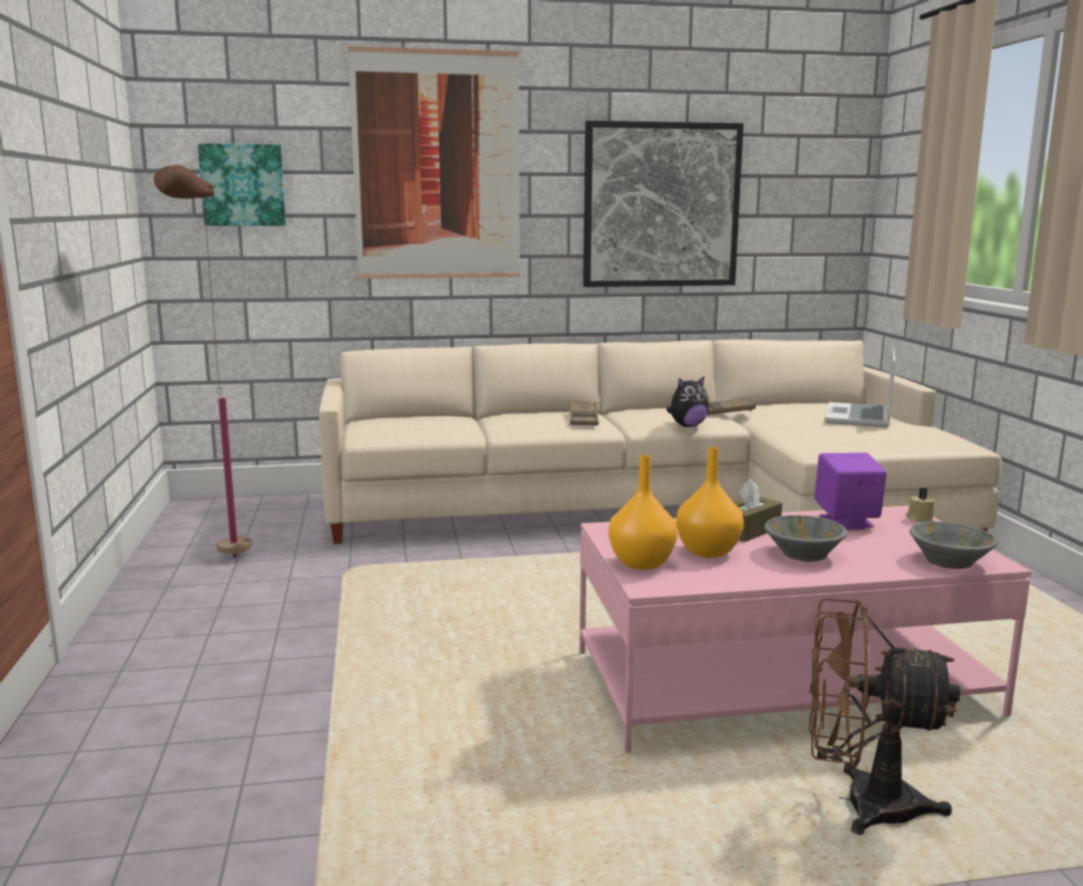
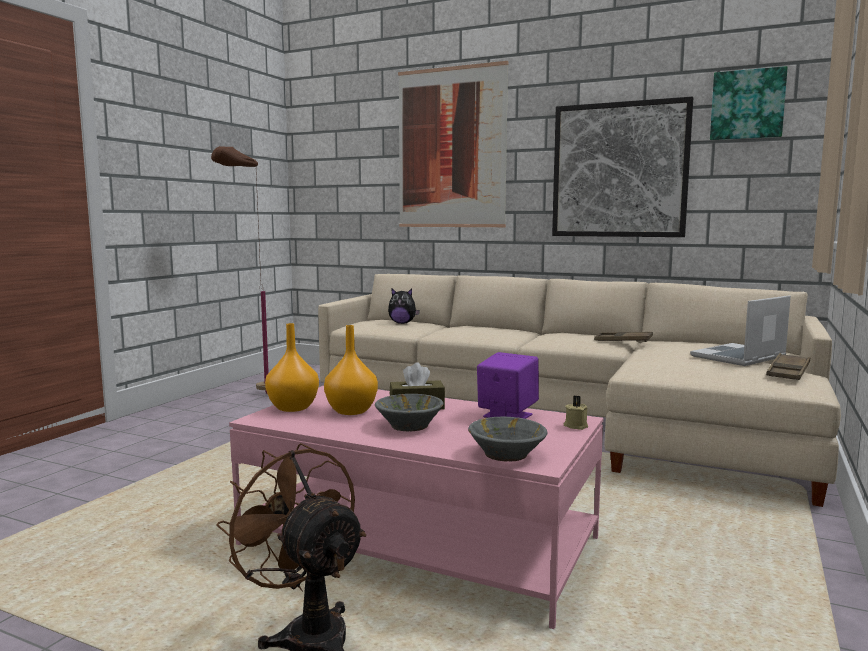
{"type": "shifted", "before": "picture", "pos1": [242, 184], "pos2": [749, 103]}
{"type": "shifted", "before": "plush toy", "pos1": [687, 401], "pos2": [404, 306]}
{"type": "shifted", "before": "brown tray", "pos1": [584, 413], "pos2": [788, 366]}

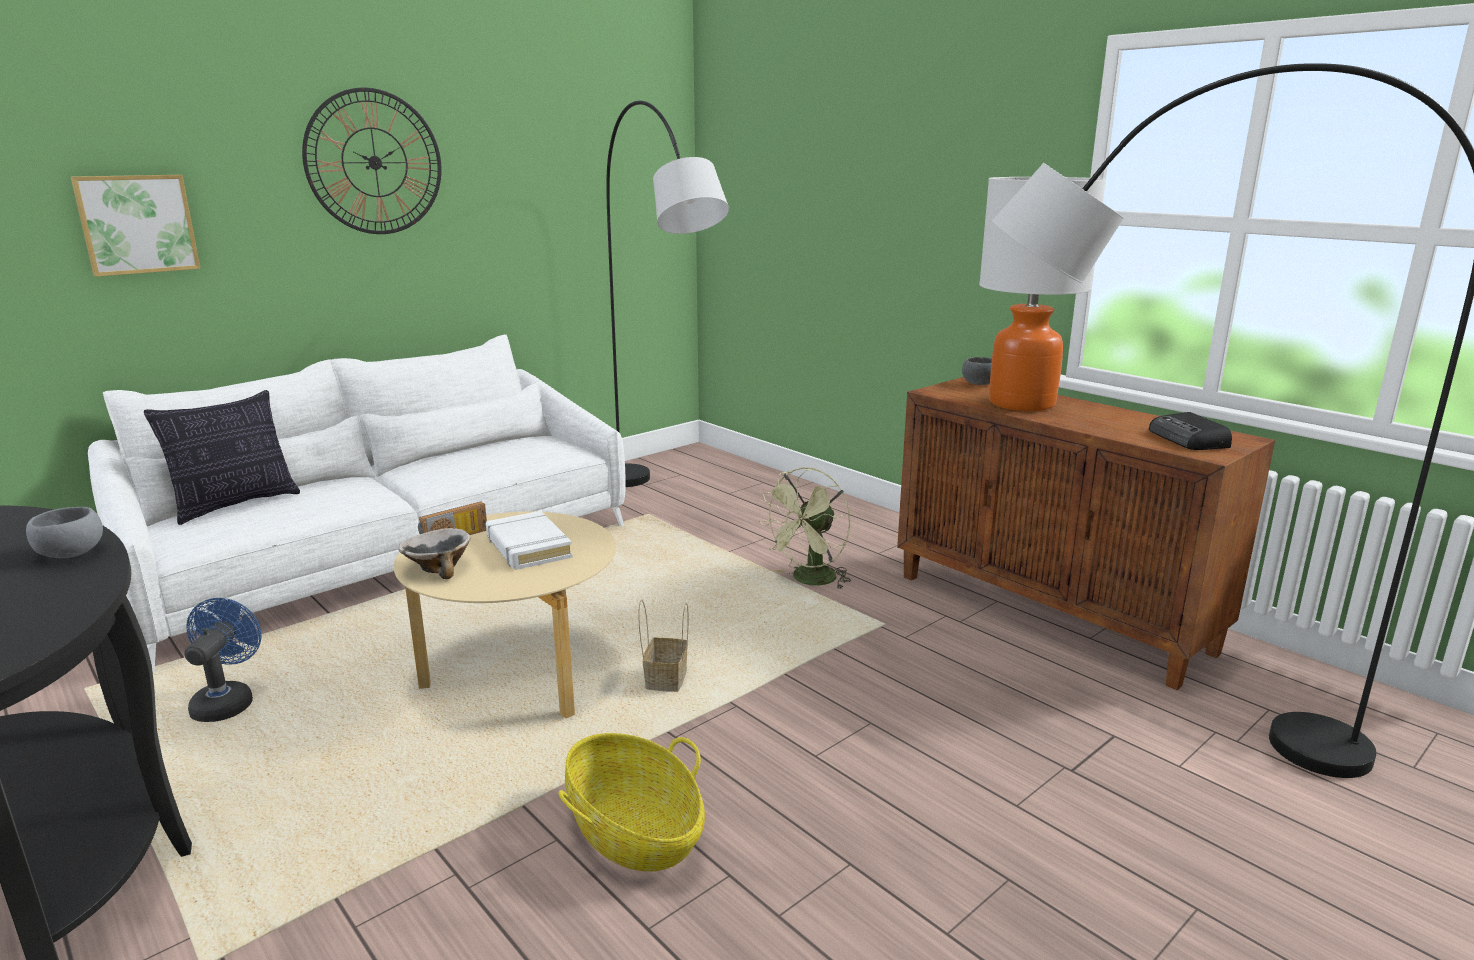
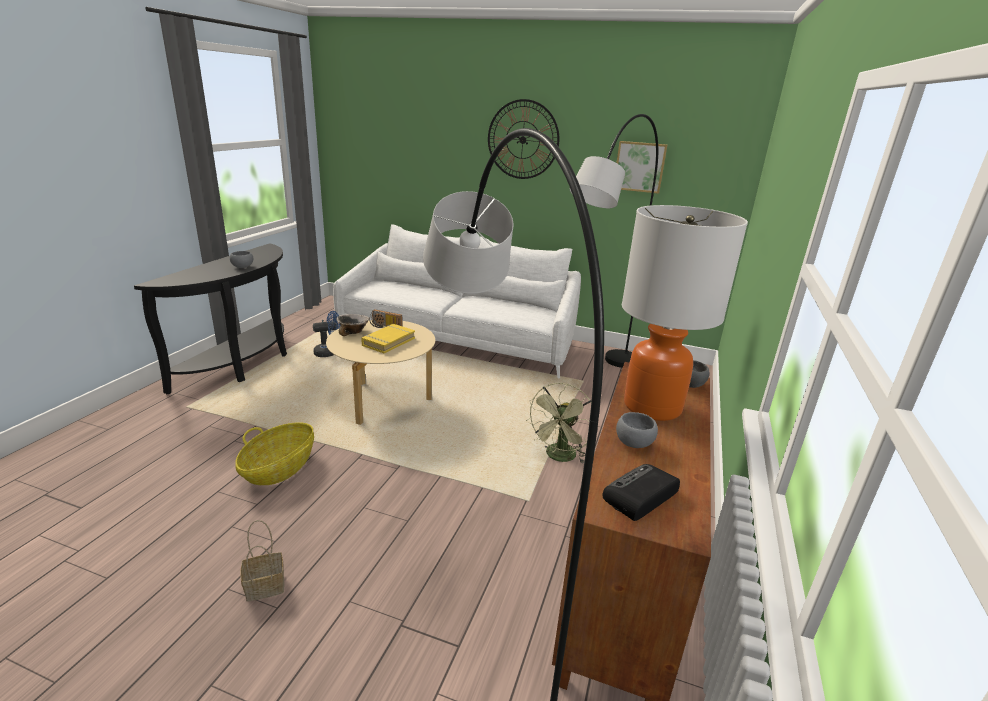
{"type": "shifted", "before": "picture", "pos1": [136, 226], "pos2": [642, 167]}
{"type": "gone", "before": "pillow", "pos1": [222, 457]}
{"type": "rotated", "before": "green fan", "pos1": [805, 528], "pos2": [558, 423], "turn": -75}
{"type": "repainted", "before": "white book", "after": "yellow book", "pos1": [529, 540], "pos2": [388, 339]}
{"type": "shifted", "before": "basket", "pos1": [664, 646], "pos2": [262, 561]}
{"type": "new", "after": "grey bowl", "pos2": [637, 430]}

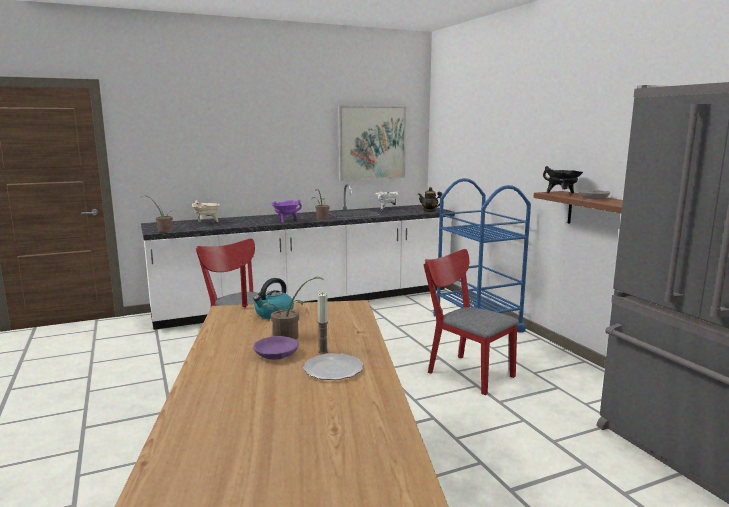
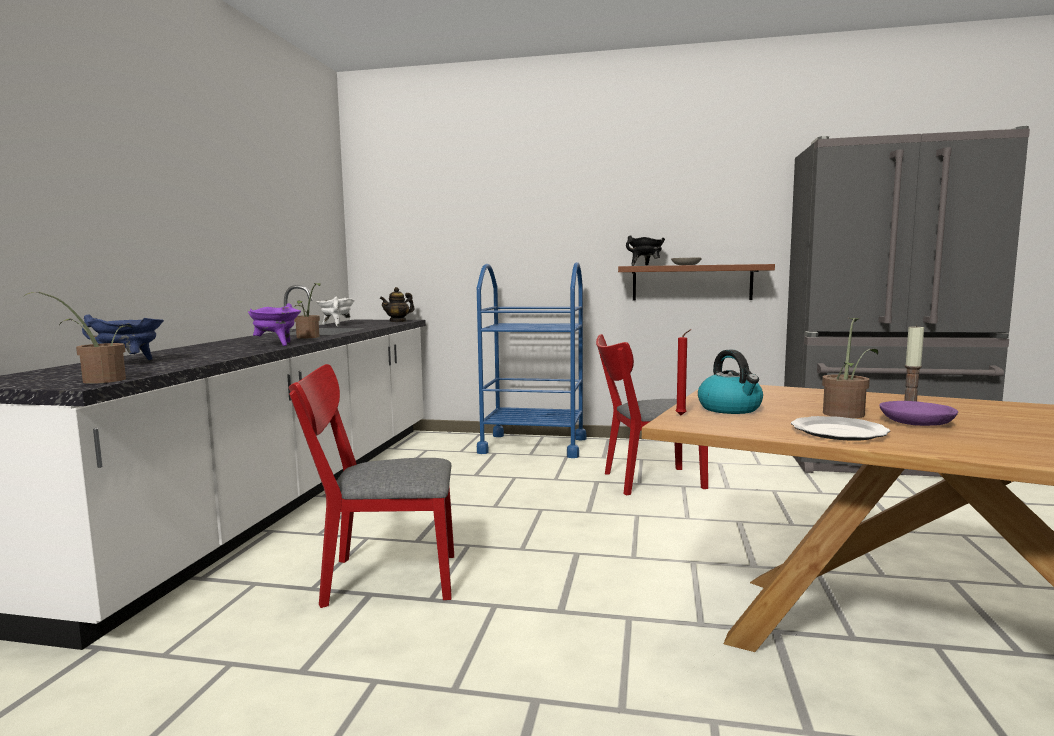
{"type": "gone", "before": "picture", "pos1": [372, 143]}
{"type": "repainted", "before": "beige cooking pot", "after": "blue cooking pot", "pos1": [206, 211], "pos2": [123, 337]}
{"type": "shifted", "before": "plate", "pos1": [333, 366], "pos2": [840, 428]}

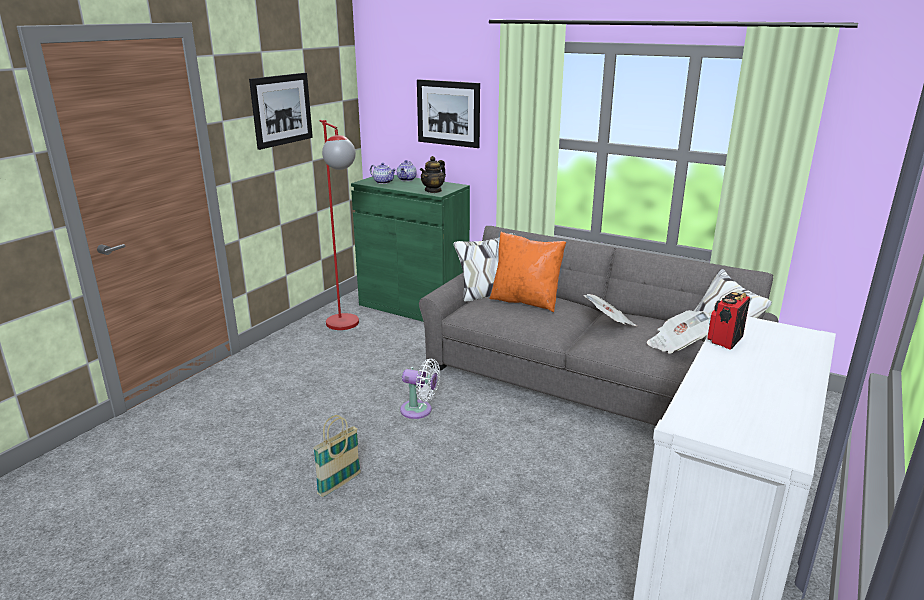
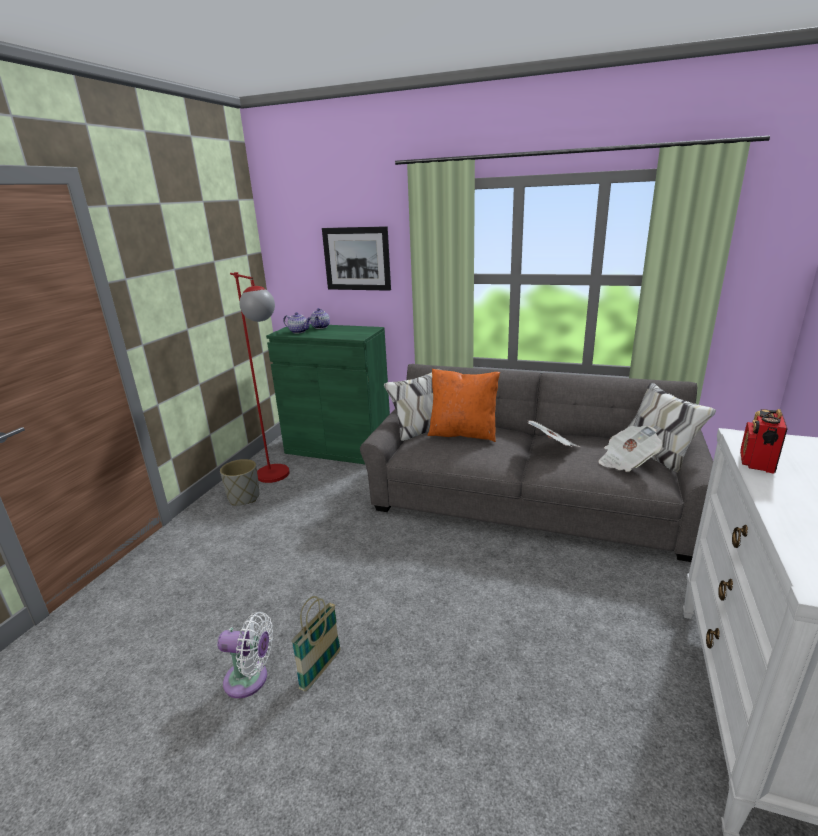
{"type": "gone", "before": "picture", "pos1": [281, 111]}
{"type": "gone", "before": "teapot", "pos1": [433, 174]}
{"type": "shifted", "before": "white fan", "pos1": [420, 389], "pos2": [245, 655]}
{"type": "new", "after": "grey planter", "pos2": [240, 482]}

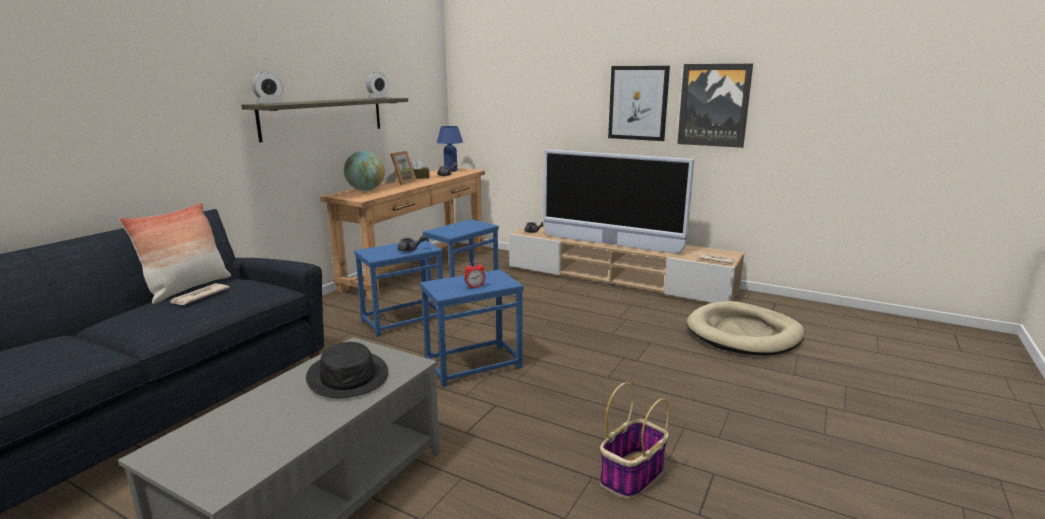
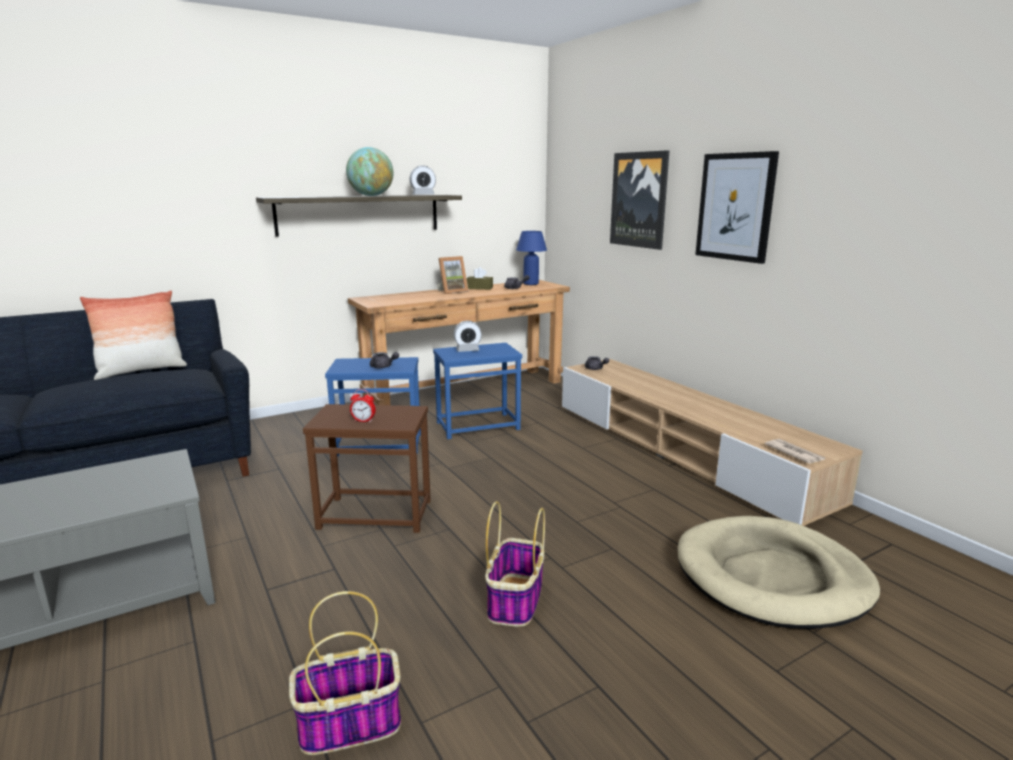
{"type": "shifted", "before": "picture", "pos1": [715, 106], "pos2": [639, 200]}
{"type": "shifted", "before": "alarm clock", "pos1": [267, 87], "pos2": [468, 336]}
{"type": "gone", "before": "television", "pos1": [618, 201]}
{"type": "shifted", "before": "globe", "pos1": [364, 171], "pos2": [370, 171]}
{"type": "repainted", "before": "blue side table", "after": "brown side table", "pos1": [472, 328], "pos2": [367, 468]}
{"type": "gone", "before": "newspaper", "pos1": [200, 294]}
{"type": "gone", "before": "black hat", "pos1": [347, 370]}
{"type": "new", "after": "basket", "pos2": [515, 563]}

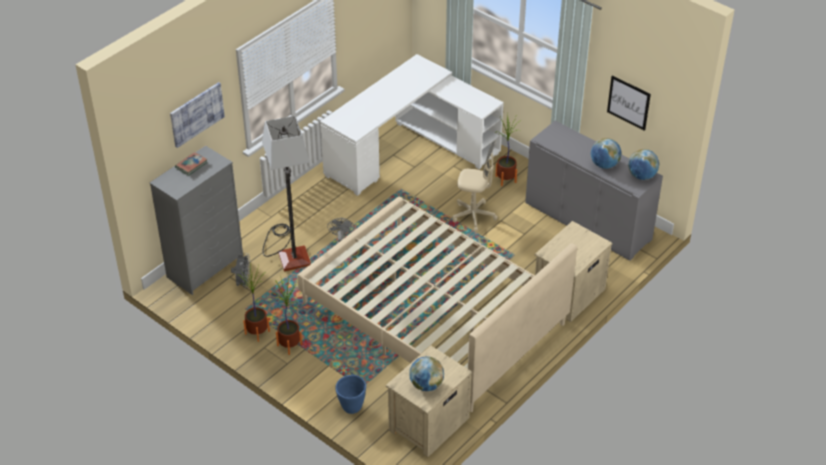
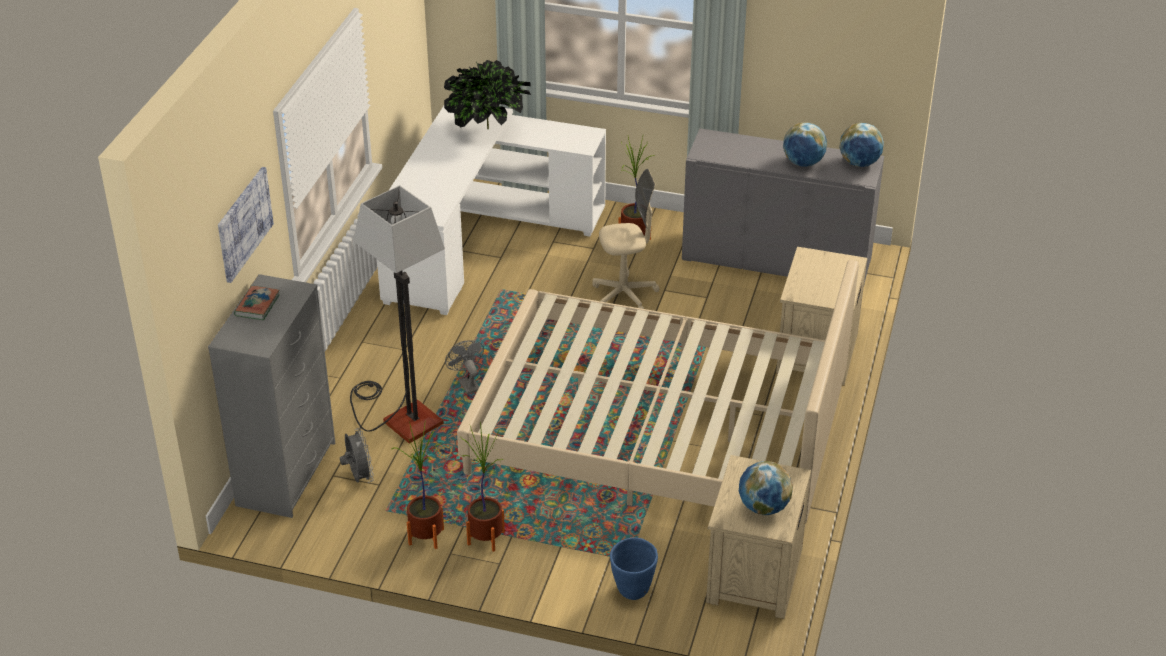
{"type": "gone", "before": "picture", "pos1": [629, 103]}
{"type": "new", "after": "potted plant", "pos2": [487, 94]}

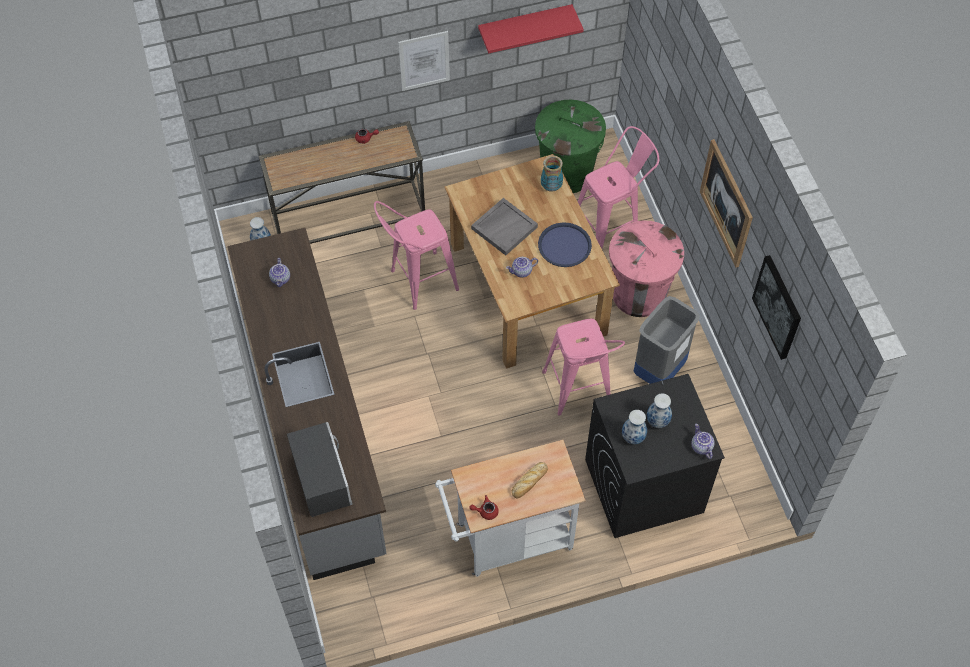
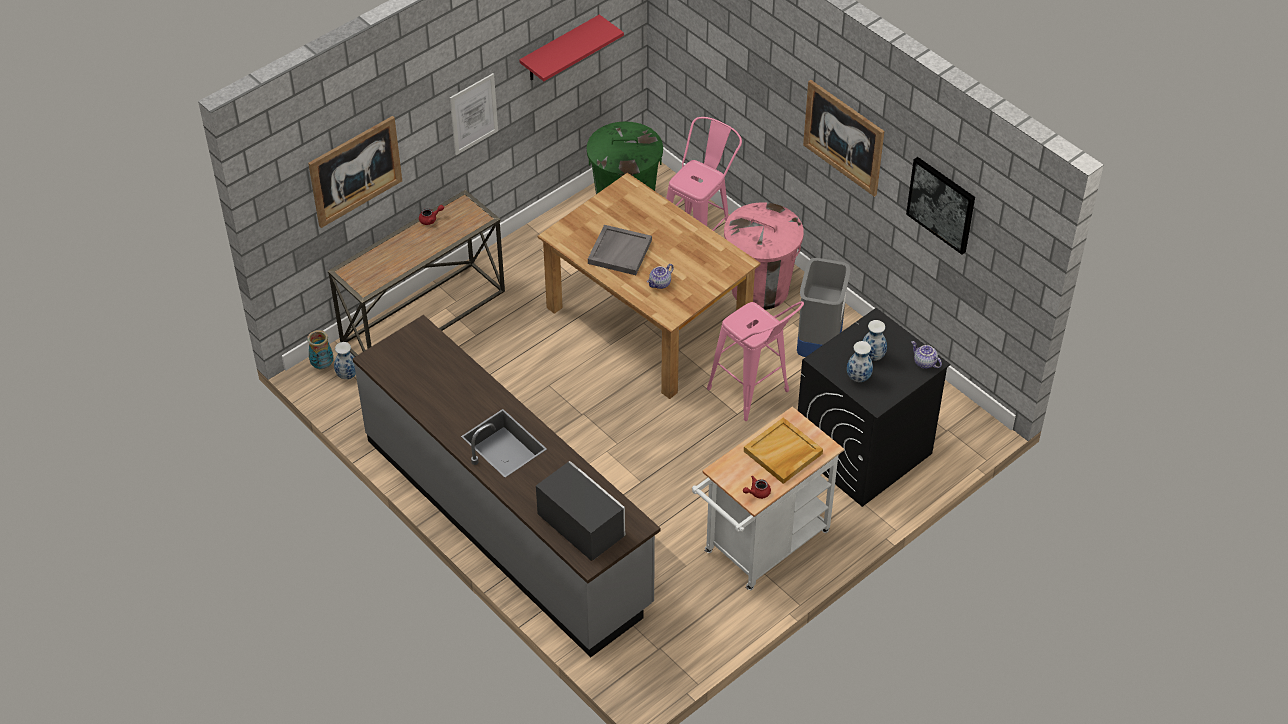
{"type": "shifted", "before": "vase", "pos1": [552, 173], "pos2": [320, 350]}
{"type": "gone", "before": "pink stool", "pos1": [416, 255]}
{"type": "gone", "before": "blue tray", "pos1": [565, 244]}
{"type": "gone", "before": "teapot", "pos1": [279, 272]}
{"type": "swapped", "before": "bread", "after": "beige tray", "pos1": [530, 480], "pos2": [783, 450]}
{"type": "new", "after": "picture", "pos2": [355, 172]}

